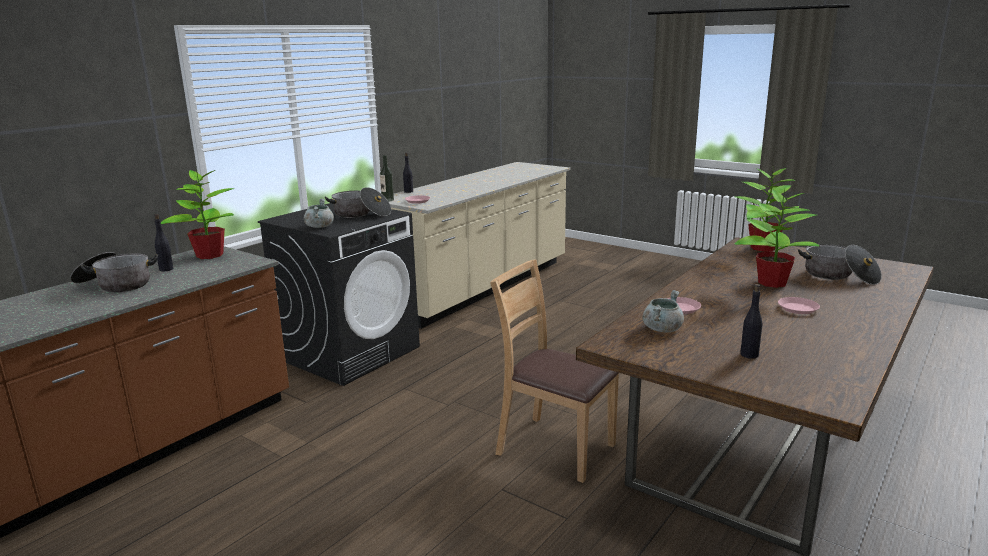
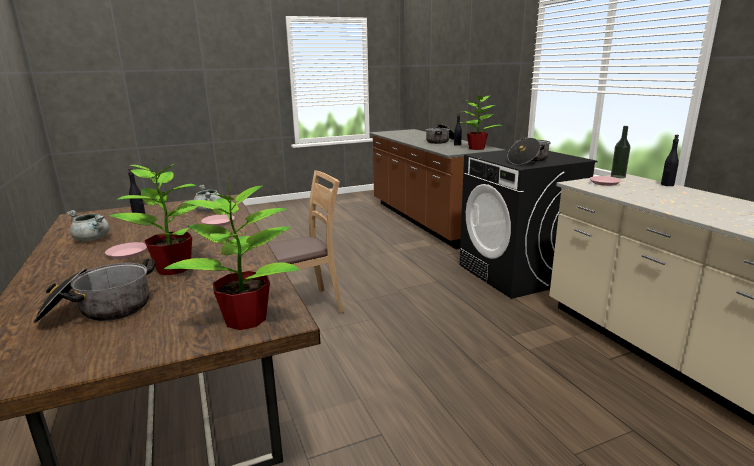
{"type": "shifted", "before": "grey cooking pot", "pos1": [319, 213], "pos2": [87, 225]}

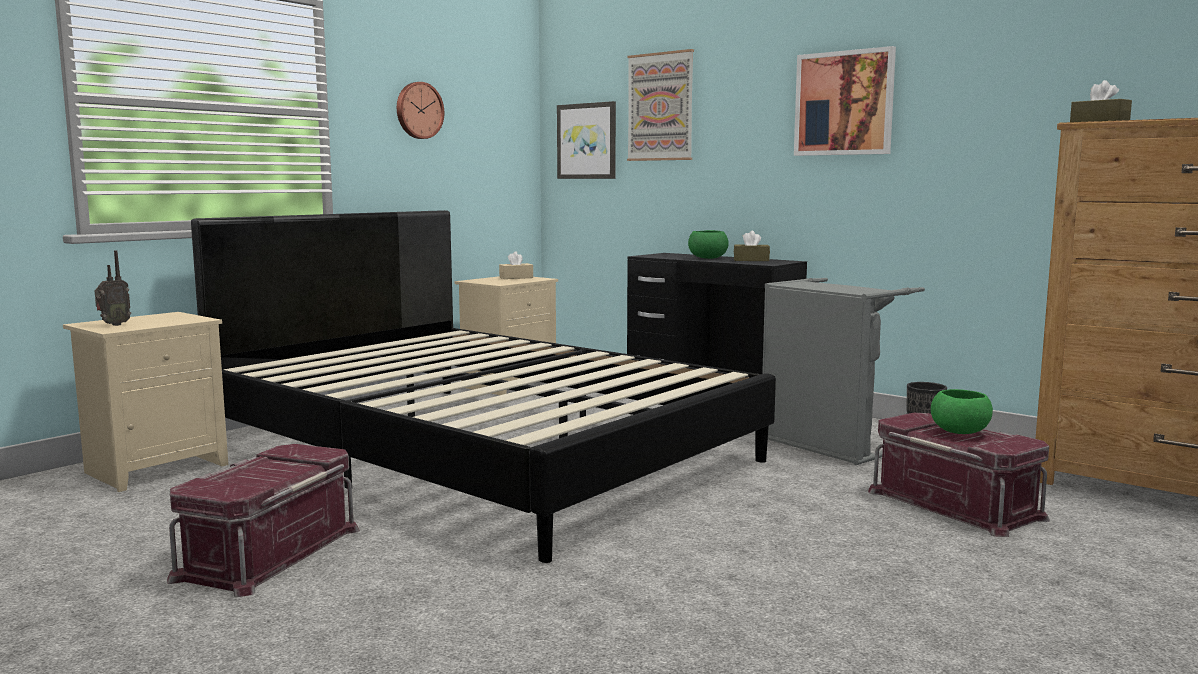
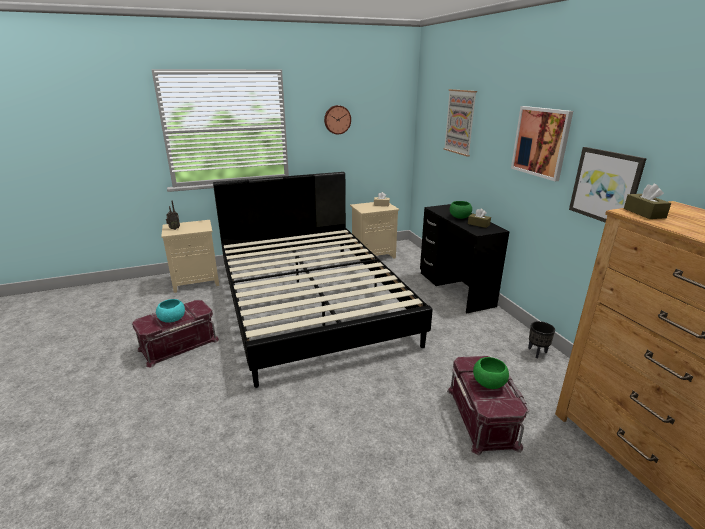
{"type": "shifted", "before": "picture", "pos1": [586, 140], "pos2": [608, 185]}
{"type": "gone", "before": "grey laundry basket", "pos1": [843, 371]}
{"type": "new", "after": "turquoise bowl", "pos2": [170, 311]}

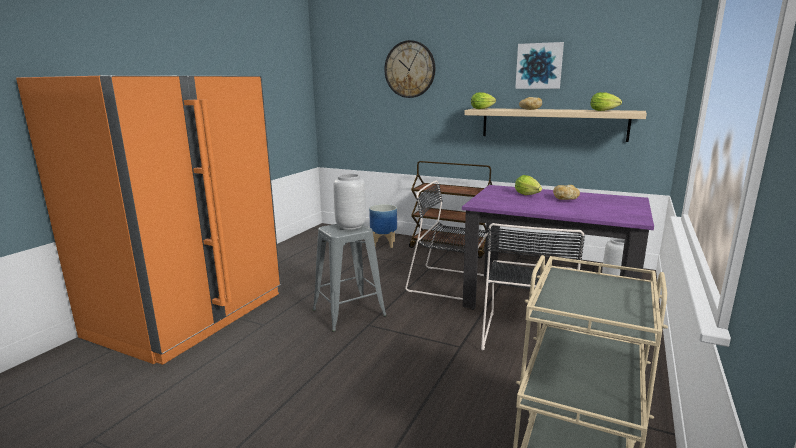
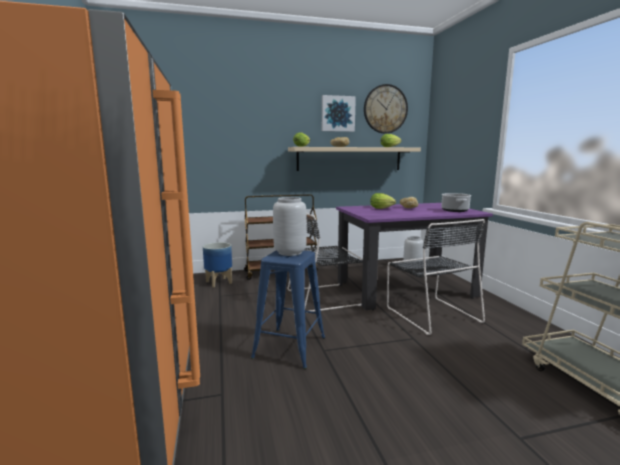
{"type": "shifted", "before": "wall clock", "pos1": [409, 69], "pos2": [386, 109]}
{"type": "repainted", "before": "grey stool", "after": "blue stool", "pos1": [349, 278], "pos2": [288, 310]}
{"type": "new", "after": "cooking pot", "pos2": [456, 202]}

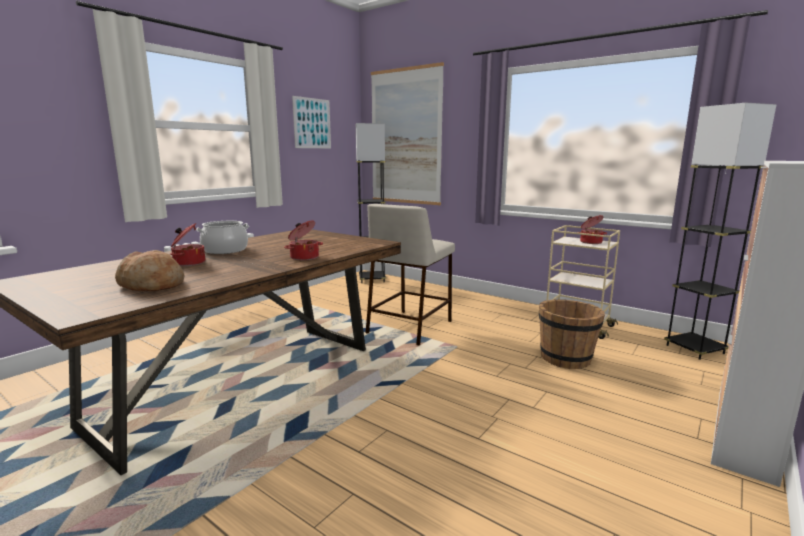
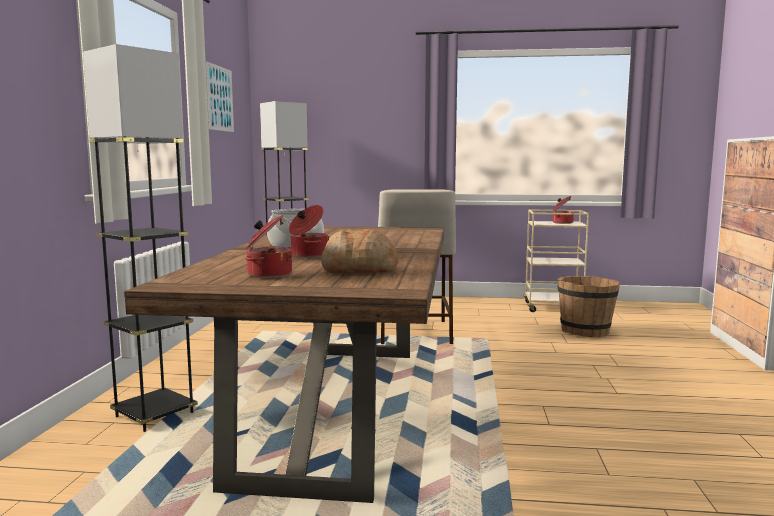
{"type": "gone", "before": "picture", "pos1": [407, 133]}
{"type": "shifted", "before": "grey floor lamp", "pos1": [720, 231], "pos2": [140, 238]}
{"type": "shifted", "before": "cooking pot", "pos1": [303, 240], "pos2": [268, 246]}

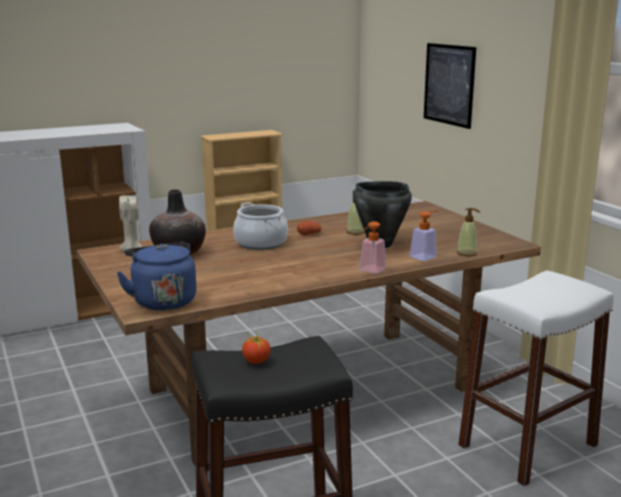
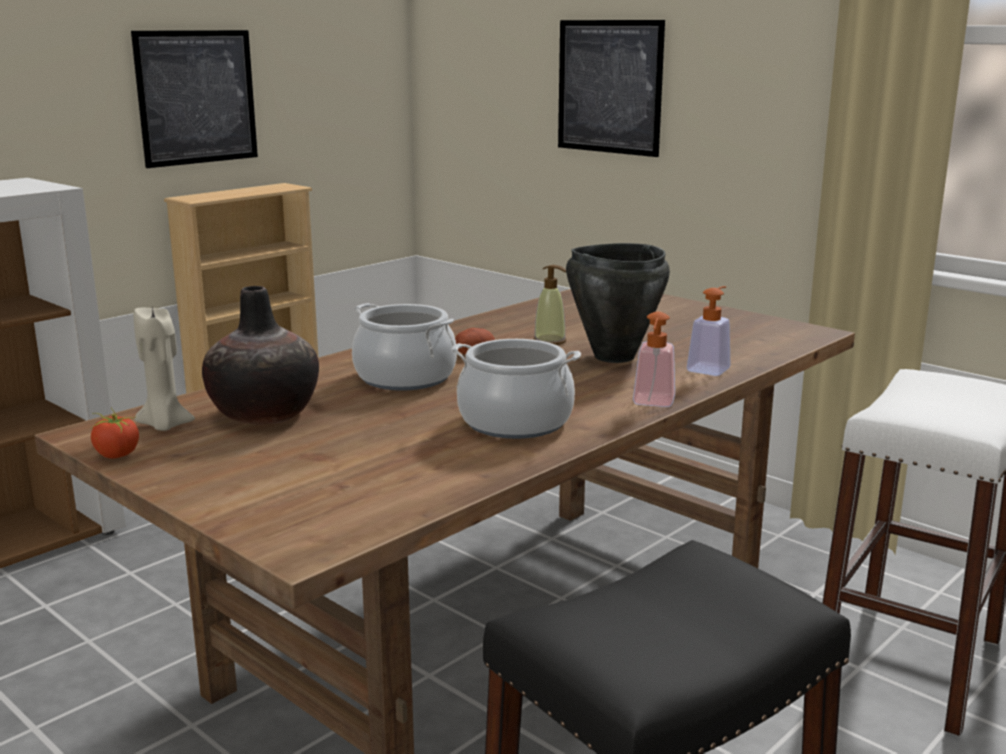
{"type": "gone", "before": "soap dispenser", "pos1": [468, 232]}
{"type": "gone", "before": "blue kettle", "pos1": [156, 276]}
{"type": "shifted", "before": "tomato", "pos1": [256, 347], "pos2": [115, 432]}
{"type": "new", "after": "picture", "pos2": [194, 99]}
{"type": "new", "after": "cooking pot", "pos2": [516, 389]}

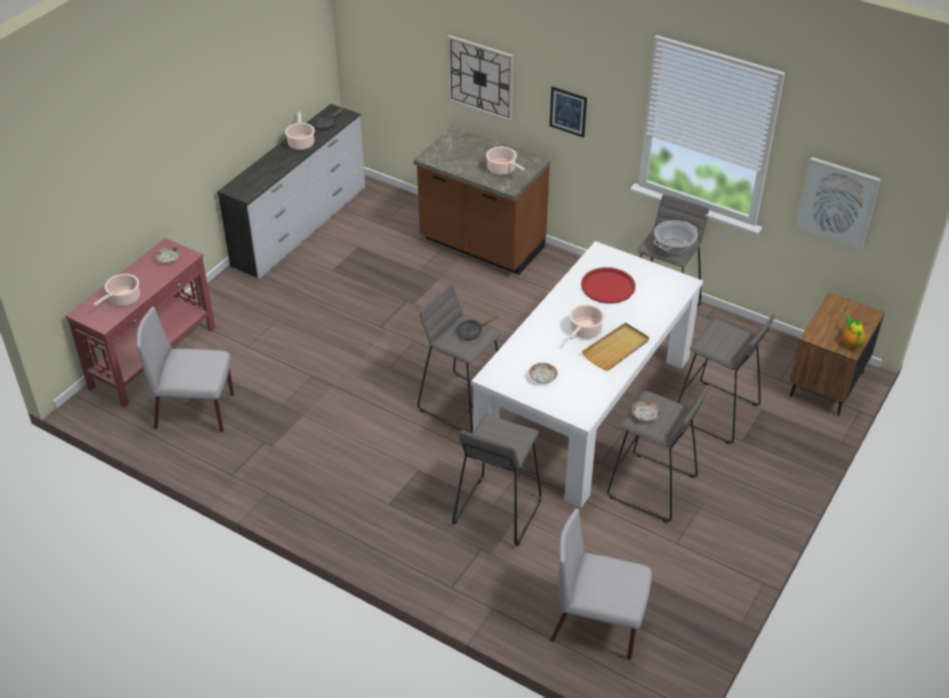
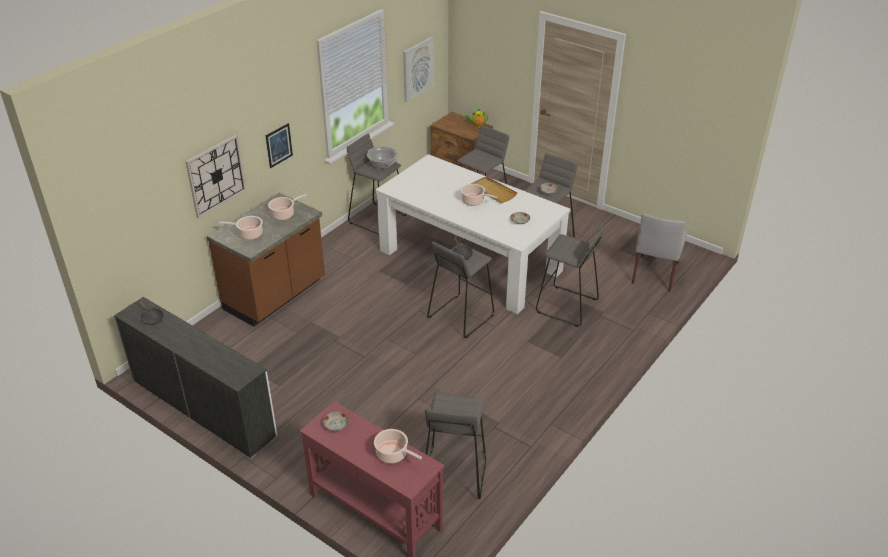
{"type": "shifted", "before": "cooking pot", "pos1": [300, 131], "pos2": [241, 228]}
{"type": "gone", "before": "red tray", "pos1": [608, 285]}
{"type": "swapped", "before": "grey chair", "after": "grey stool", "pos1": [185, 369], "pos2": [455, 446]}

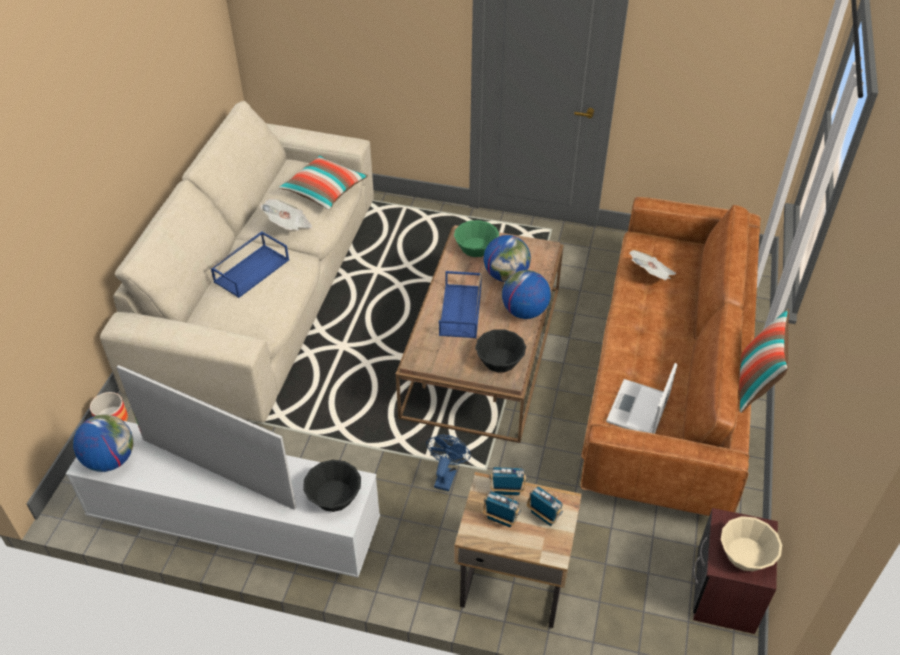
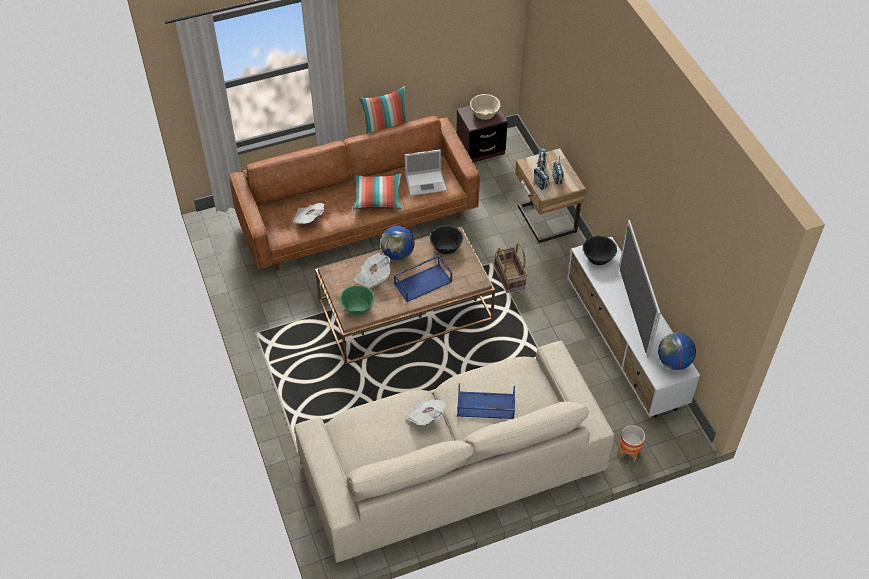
{"type": "shifted", "before": "pillow", "pos1": [323, 182], "pos2": [377, 191]}
{"type": "swapped", "before": "globe", "after": "newspaper", "pos1": [507, 258], "pos2": [372, 270]}
{"type": "swapped", "before": "blue fan", "after": "basket", "pos1": [448, 463], "pos2": [510, 268]}

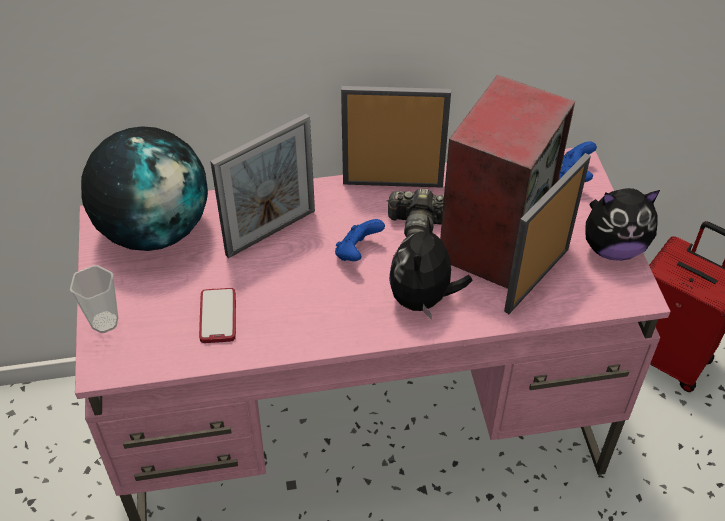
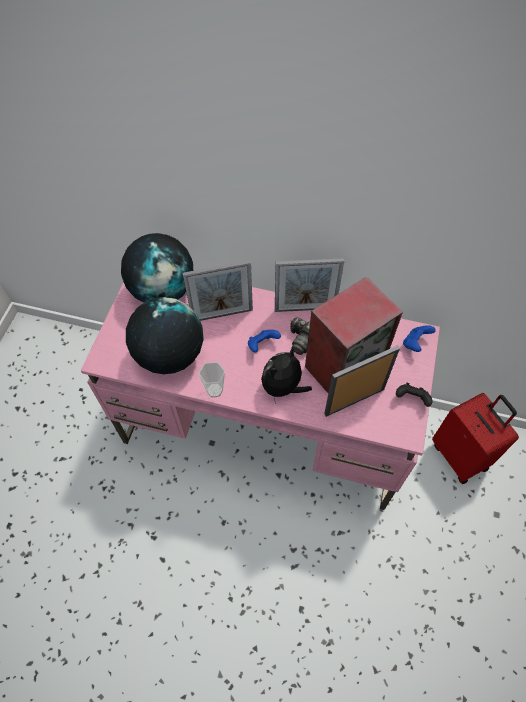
{"type": "rotated", "before": "picture frame", "pos1": [396, 137], "pos2": [309, 285], "turn": 150}
{"type": "swapped", "before": "plush toy", "after": "black game controller", "pos1": [622, 224], "pos2": [414, 395]}
{"type": "shifted", "before": "cup", "pos1": [94, 299], "pos2": [212, 379]}
{"type": "swapped", "before": "phone", "after": "globe", "pos1": [217, 315], "pos2": [164, 335]}

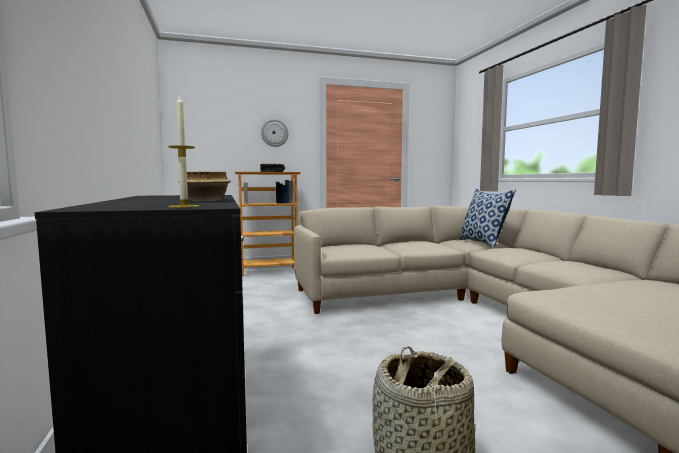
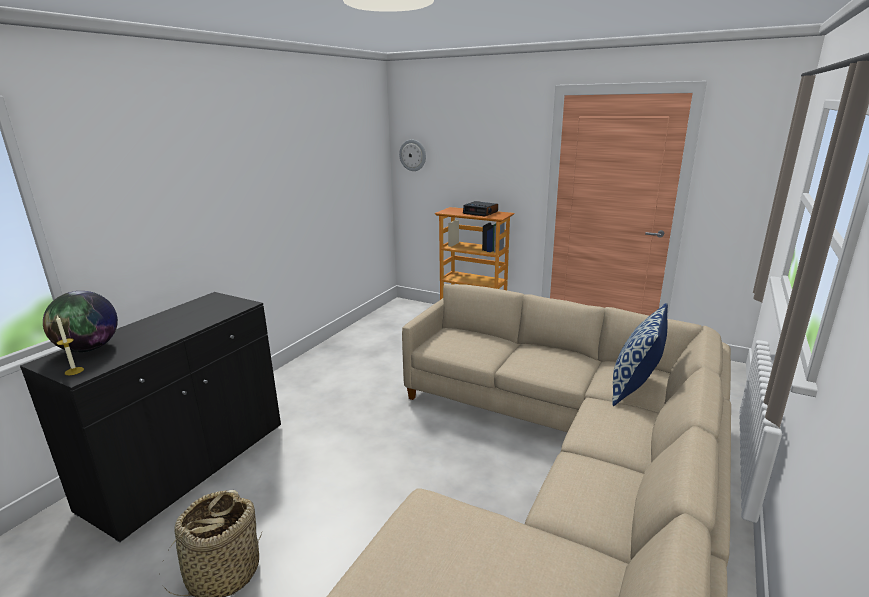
{"type": "shifted", "before": "wall clock", "pos1": [275, 133], "pos2": [412, 155]}
{"type": "gone", "before": "bowl", "pos1": [204, 186]}
{"type": "new", "after": "globe", "pos2": [80, 321]}

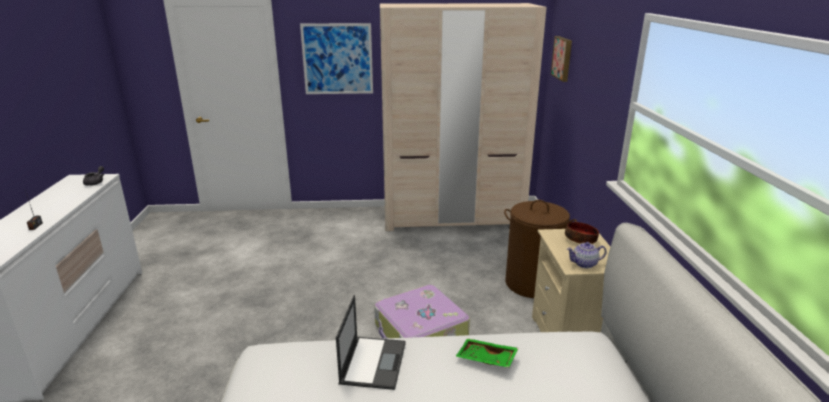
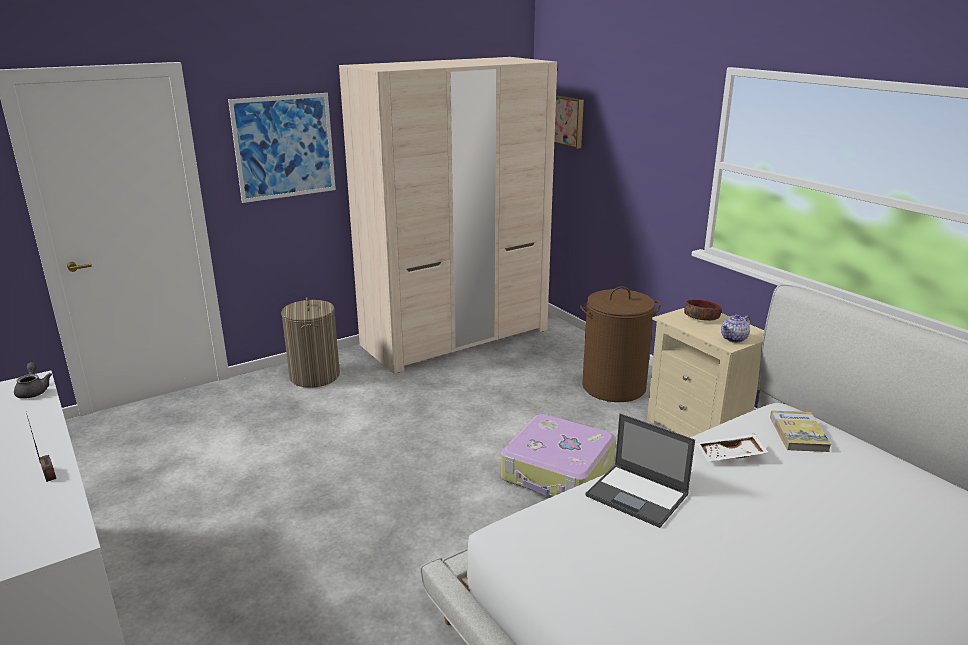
{"type": "rotated", "before": "laptop", "pos1": [371, 342], "pos2": [640, 471], "turn": 150}
{"type": "repainted", "before": "green tray", "after": "white tray", "pos1": [487, 353], "pos2": [732, 447]}
{"type": "new", "after": "laundry basket", "pos2": [310, 342]}
{"type": "new", "after": "book", "pos2": [800, 431]}

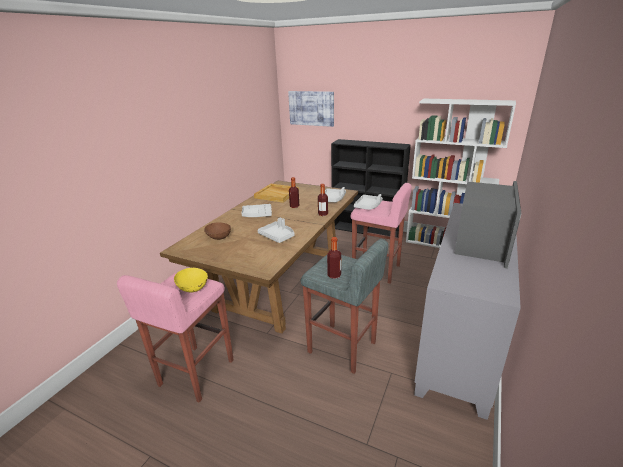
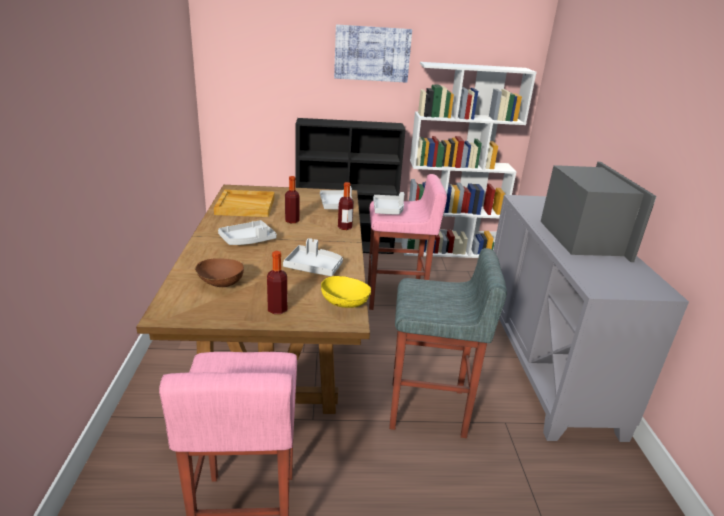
{"type": "shifted", "before": "picture", "pos1": [311, 109], "pos2": [373, 53]}
{"type": "shifted", "before": "bottle", "pos1": [334, 258], "pos2": [277, 282]}
{"type": "shifted", "before": "yellow bowl", "pos1": [191, 280], "pos2": [346, 292]}

